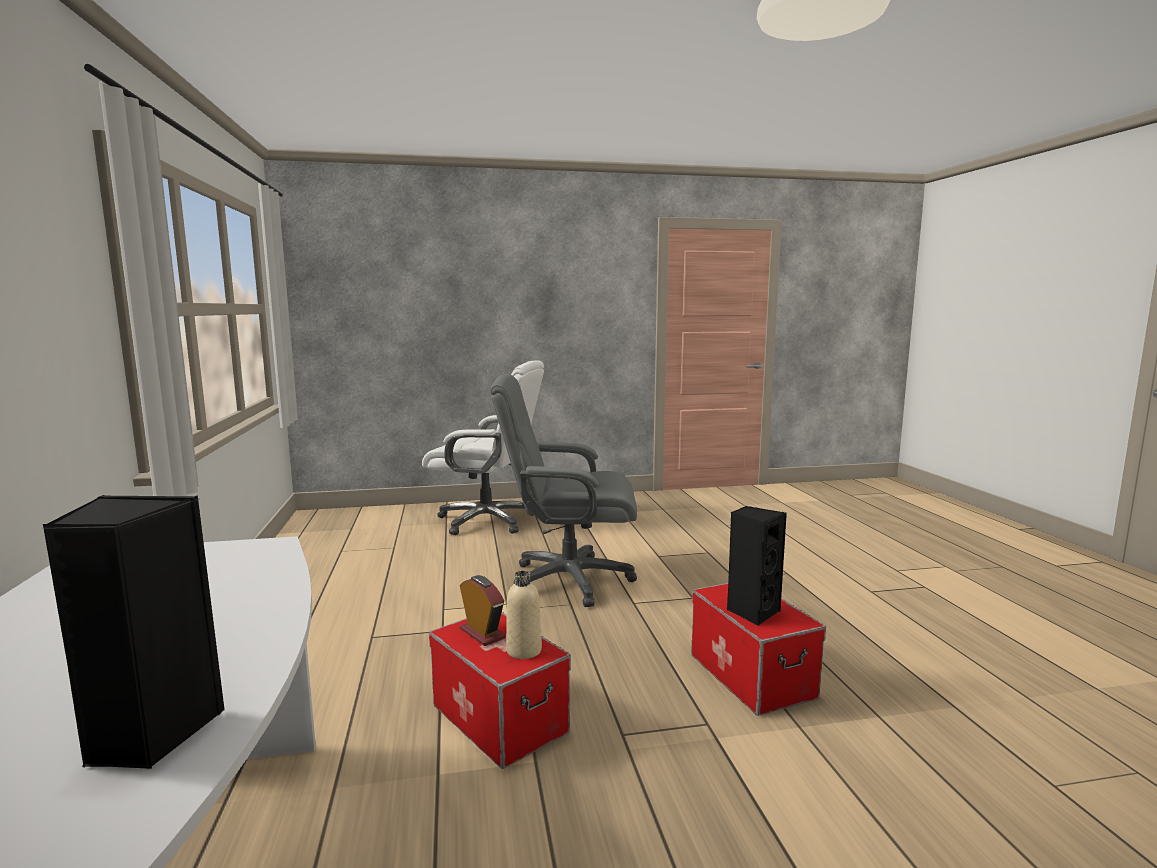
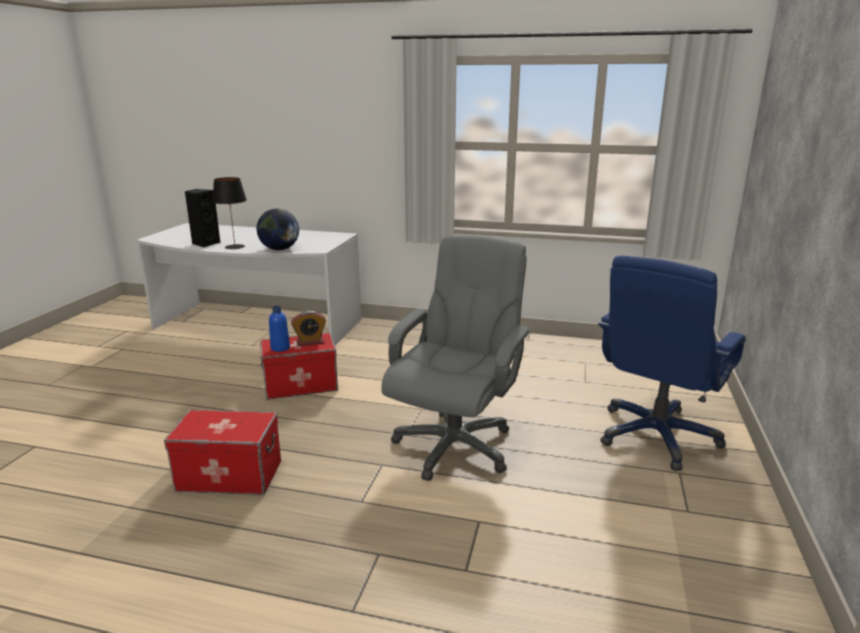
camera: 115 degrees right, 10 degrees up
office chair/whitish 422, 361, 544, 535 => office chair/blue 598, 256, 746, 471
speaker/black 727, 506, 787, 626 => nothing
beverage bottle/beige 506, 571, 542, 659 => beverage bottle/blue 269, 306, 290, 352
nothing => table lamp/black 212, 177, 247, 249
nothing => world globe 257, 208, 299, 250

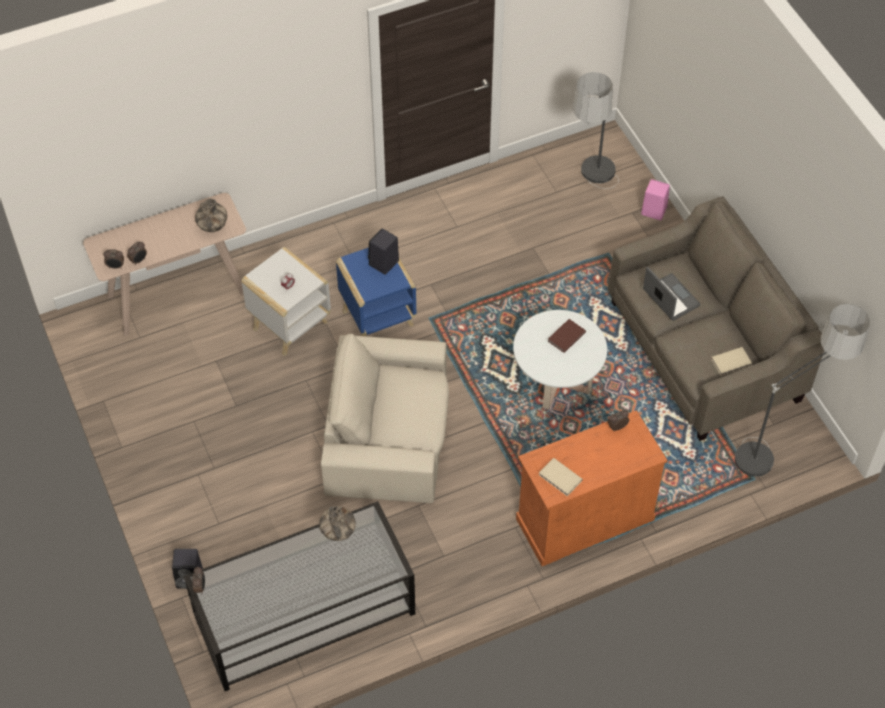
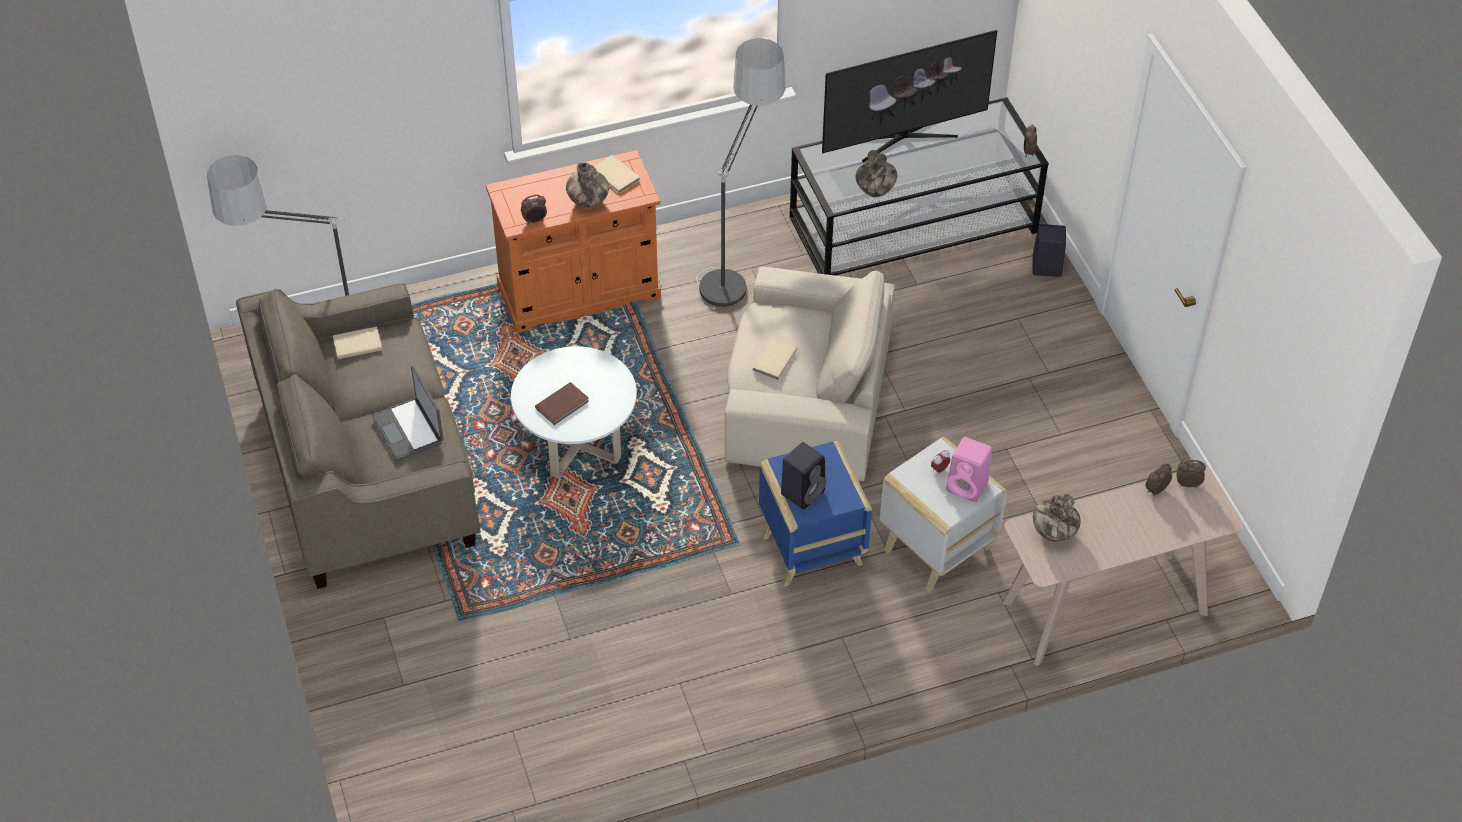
camera: 175 degrees left, 5 degrees down
standard lamp 573, 72, 619, 189 => standard lamp 697, 38, 785, 311, shifted
speaker/pink 641, 179, 670, 220 => speaker/pink 946, 437, 992, 502, shifted
nothing => TV 822, 30, 997, 163
nothing => vase 566, 162, 609, 208
nothing => bound book/beige 752, 338, 798, 380

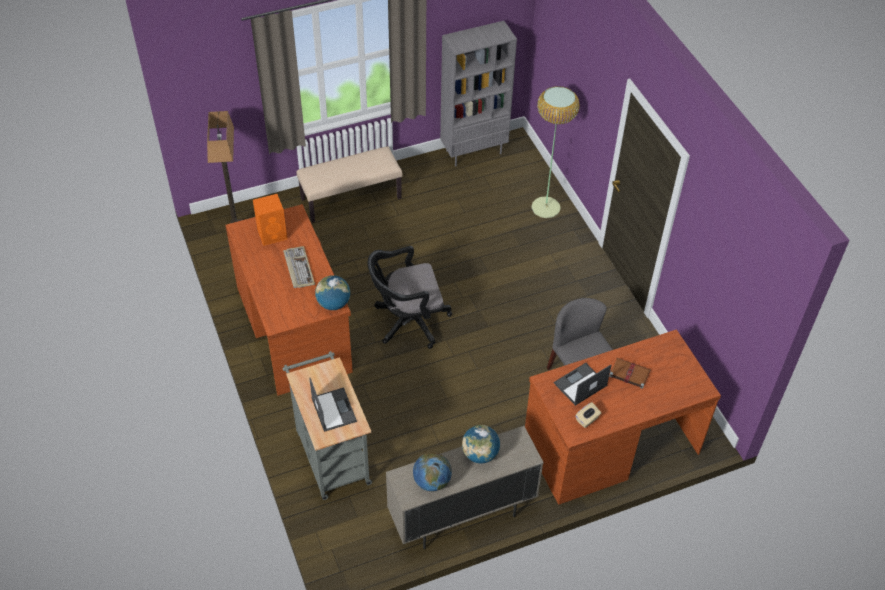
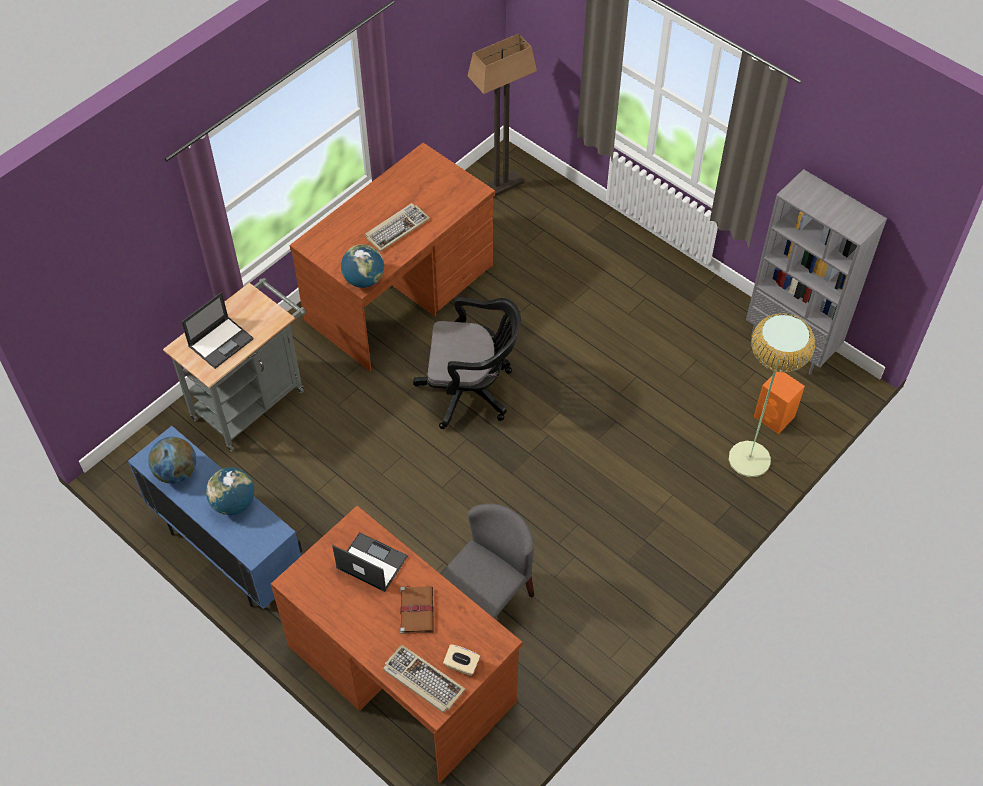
camera: 65 degrees right, 5 degrees up
long seat/beige 296, 146, 403, 223 => nothing
speaker/orange-coloured 253, 194, 287, 246 => speaker/orange-coloured 754, 371, 805, 434, shifted
office chair/black 367, 246, 452, 349 => office chair/black 413, 297, 521, 429, 135 degrees clockwise
box of tissues/beige 575, 402, 601, 428 => box of tissues/beige 443, 644, 480, 676, shifted
storage cabinet/beige 386, 426, 544, 549 => storage cabinet/blue 128, 426, 302, 609
nothing => PC keyboard 383, 645, 465, 713

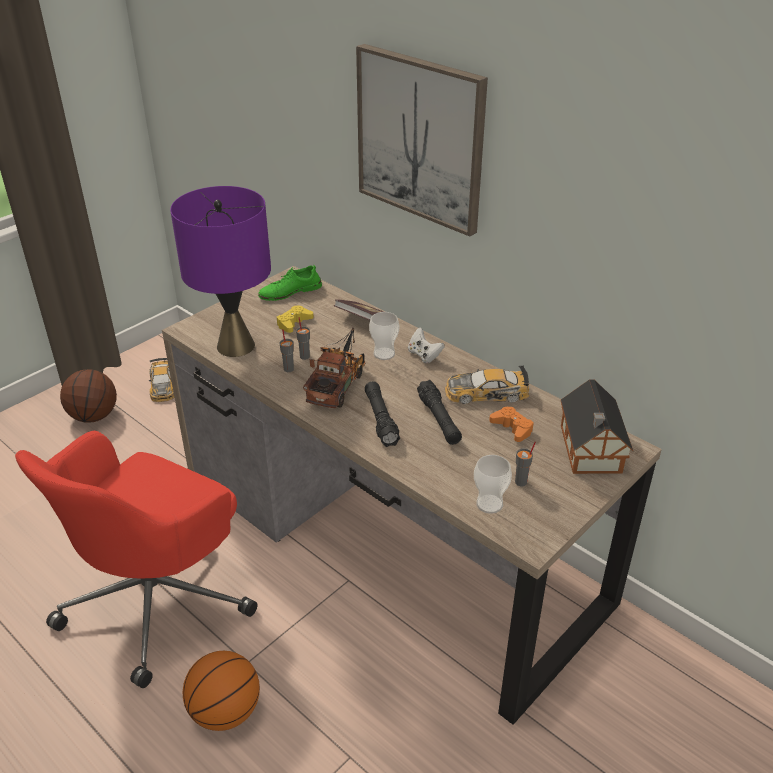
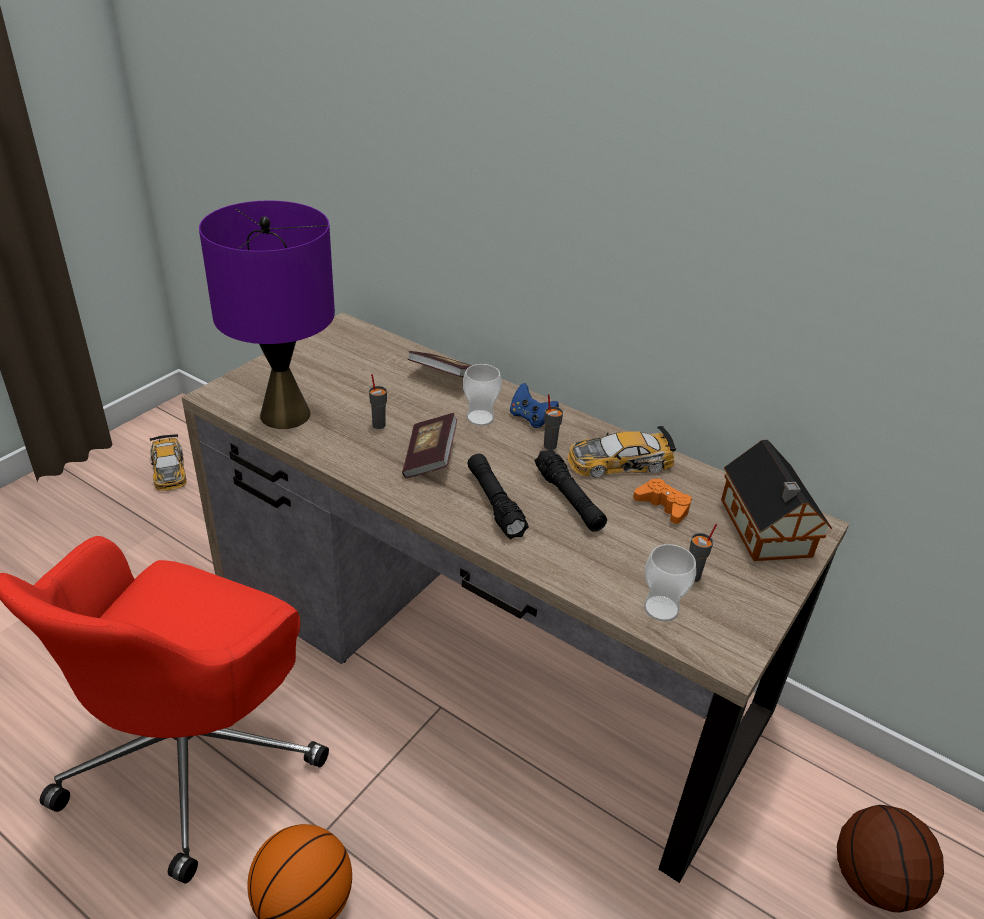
camera: 10 degrees left, 0 degrees up
wall picture 356, 44, 488, 237 => nothing
shoe/green-coloured 258, 264, 322, 301 => nothing
game controller/yellowish 277, 306, 314, 333 => nothing
game controller/whitish 408, 327, 445, 363 => game controller/blue 510, 383, 559, 428
toy truck 303, 328, 365, 408 => bound book 402, 413, 457, 478
cup/greyish 280, 329, 294, 372 => cup/greyish 544, 394, 563, 450, shifted
basketball 60, 369, 117, 423 => basketball 837, 805, 944, 912, shifted

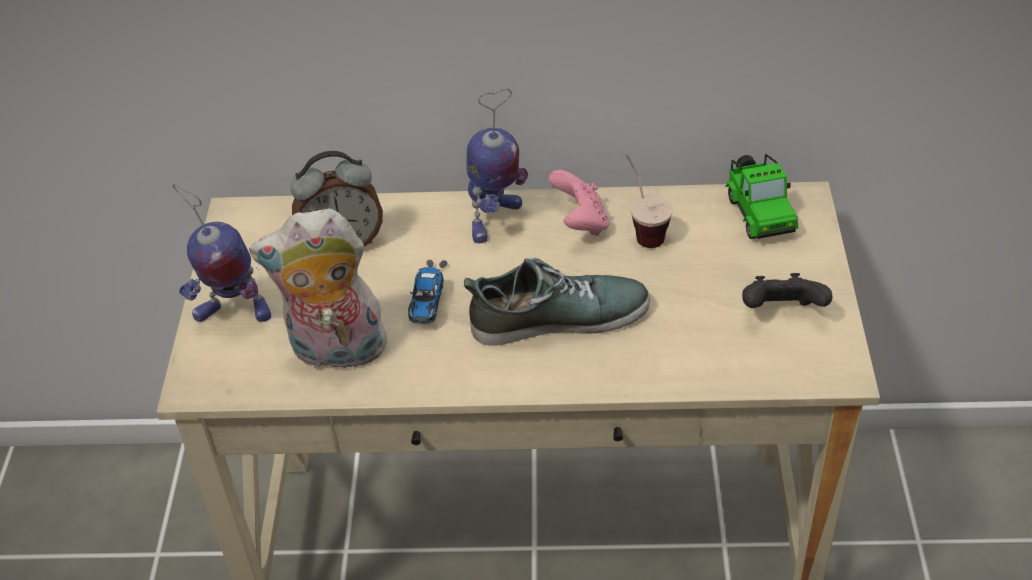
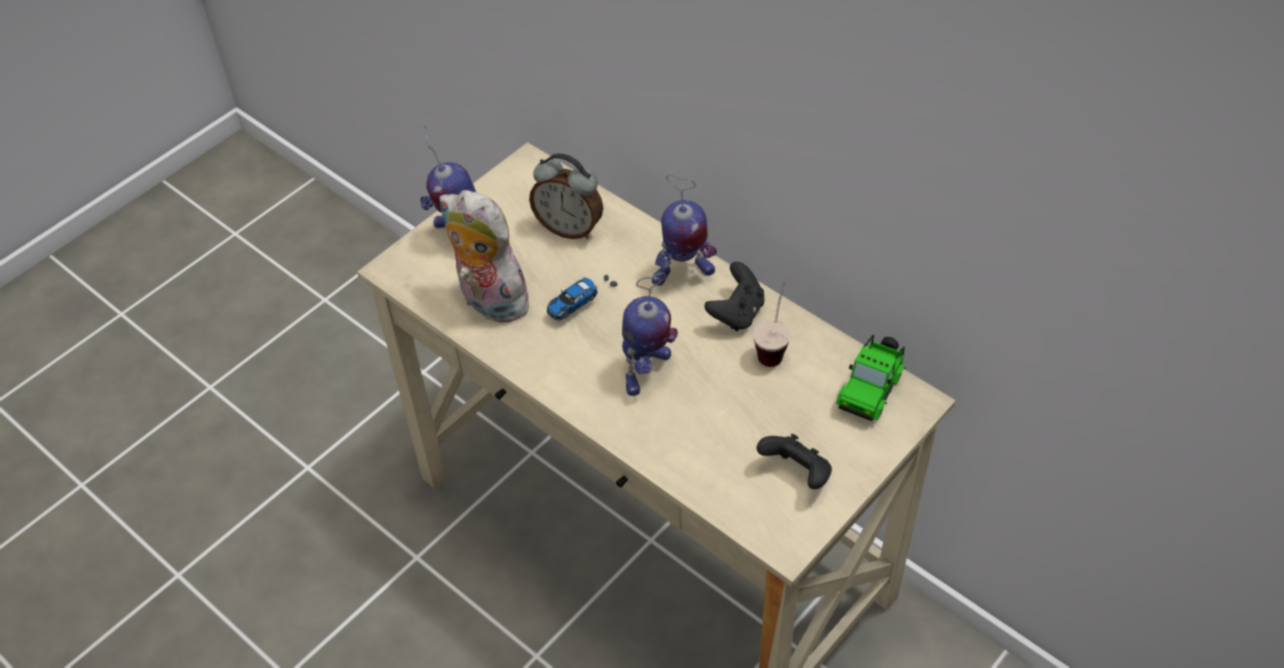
camera: 40 degrees right, 5 degrees up
game controller/pink 548, 170, 609, 236 => game controller/black 704, 262, 764, 331
shoe 464, 257, 650, 345 => robot figure 622, 273, 678, 396

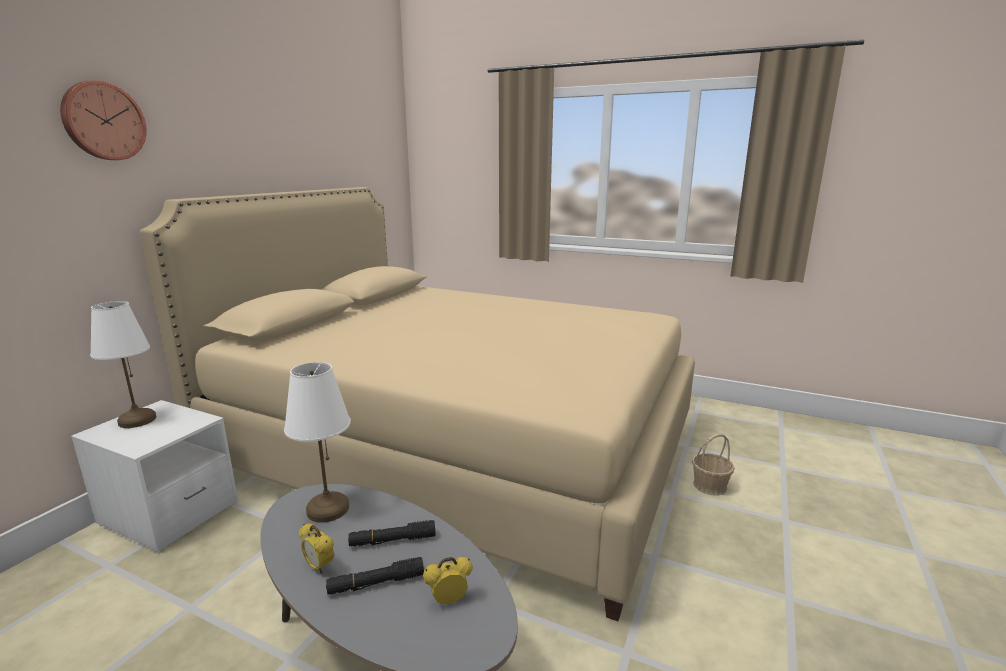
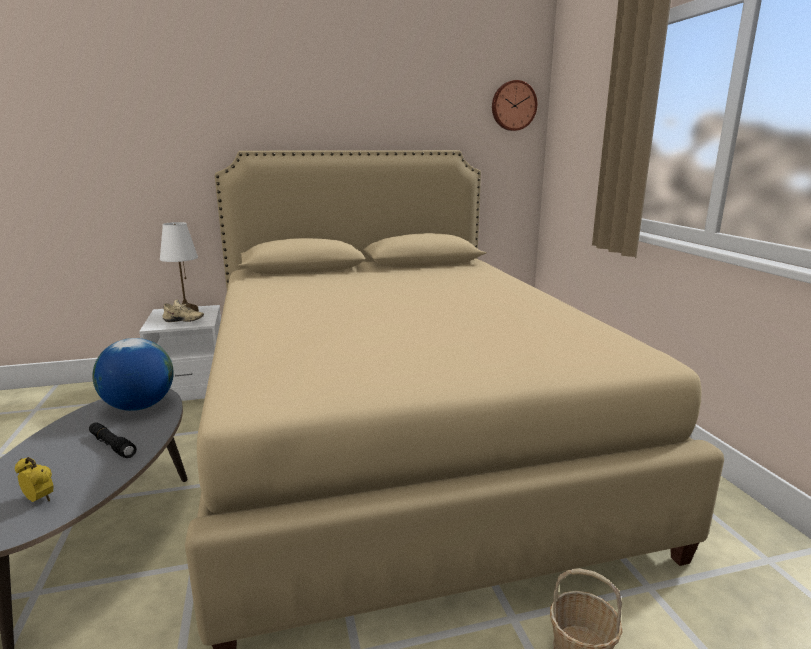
camera: 50 degrees right, 0 degrees up
clock on the wall 60, 80, 147, 160 => clock on the wall 492, 80, 537, 131, shifted
table lamp/whitish 284, 362, 351, 523 => world globe 92, 338, 174, 411
bedside clock 299, 524, 334, 574 => nothing
torch/black 326, 557, 424, 594 => nothing
nothing => shoe/beige 162, 299, 204, 322

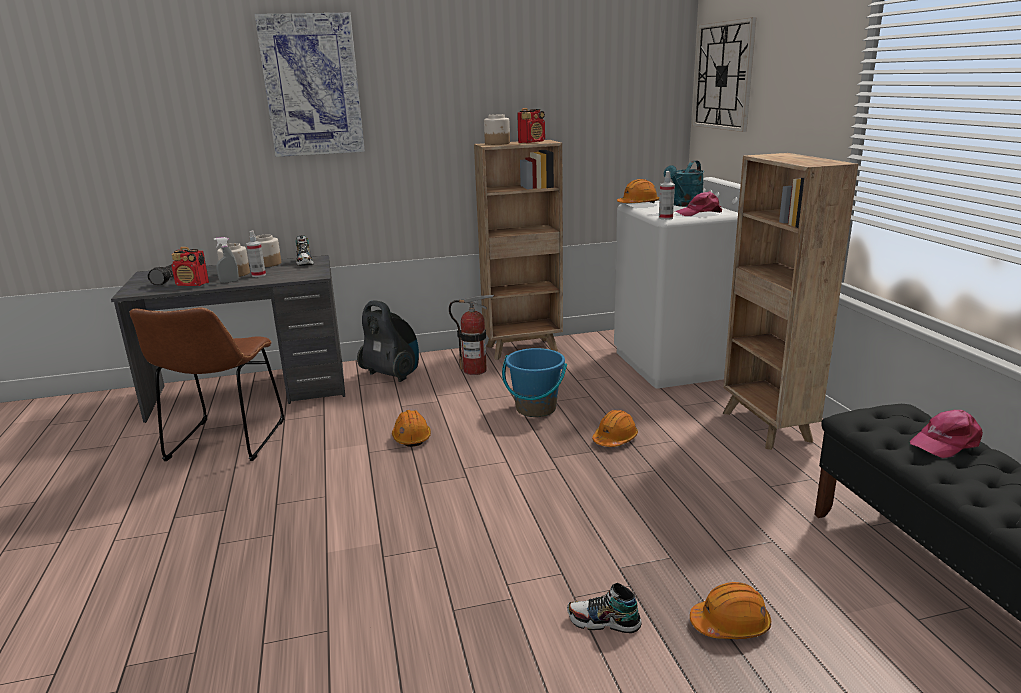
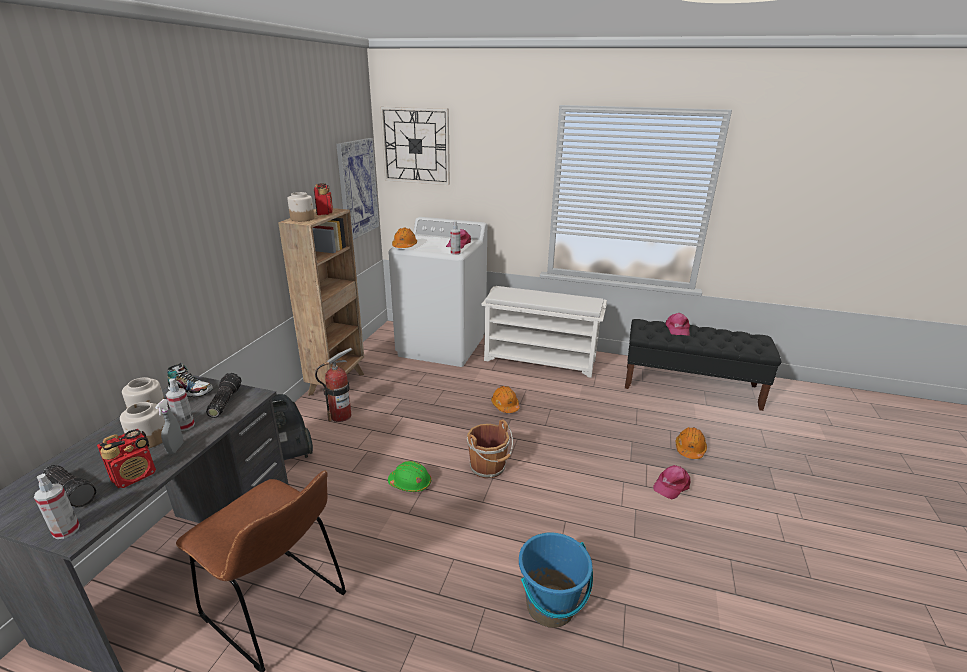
camera: 60 degrees left, 5 degrees up
wall picture 255, 13, 365, 157 => wall picture 336, 138, 379, 240, shifted
bookshelf/brownish 723, 153, 859, 450 => shoe stand/whitish 481, 286, 607, 378
watering can/turquoise 664, 160, 704, 207 => nothing
pail/blue 502, 348, 567, 417 => pail/blue 519, 533, 593, 628, shifted
safety helmet/orange-coloured 392, 410, 431, 447 => safety helmet/green-coloured 388, 461, 431, 492
shoe 567, 583, 642, 633 => cap/pink 653, 465, 691, 499
nothing => torch 206, 373, 241, 418
nothing => pail/brownish 467, 419, 513, 479
nothing => spray bottle 34, 474, 80, 539

